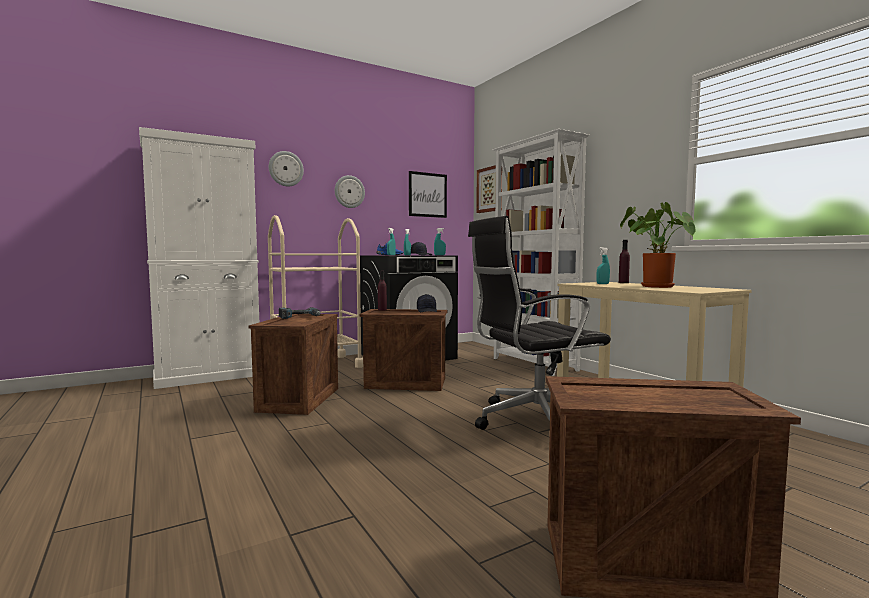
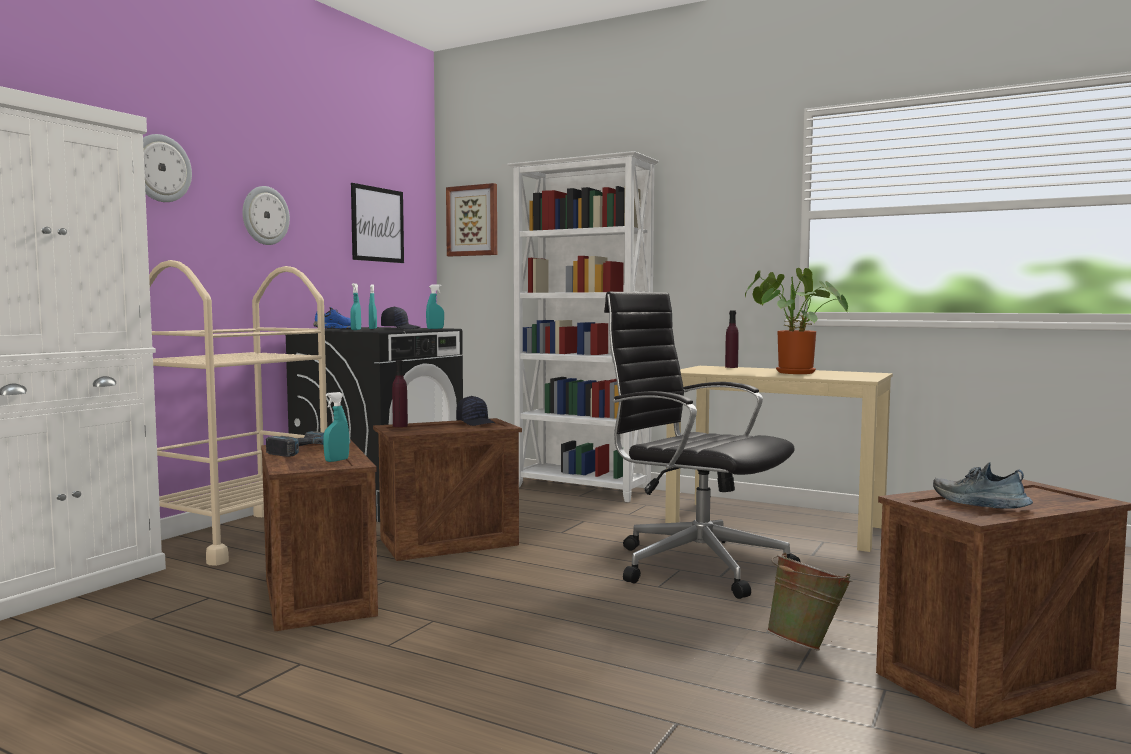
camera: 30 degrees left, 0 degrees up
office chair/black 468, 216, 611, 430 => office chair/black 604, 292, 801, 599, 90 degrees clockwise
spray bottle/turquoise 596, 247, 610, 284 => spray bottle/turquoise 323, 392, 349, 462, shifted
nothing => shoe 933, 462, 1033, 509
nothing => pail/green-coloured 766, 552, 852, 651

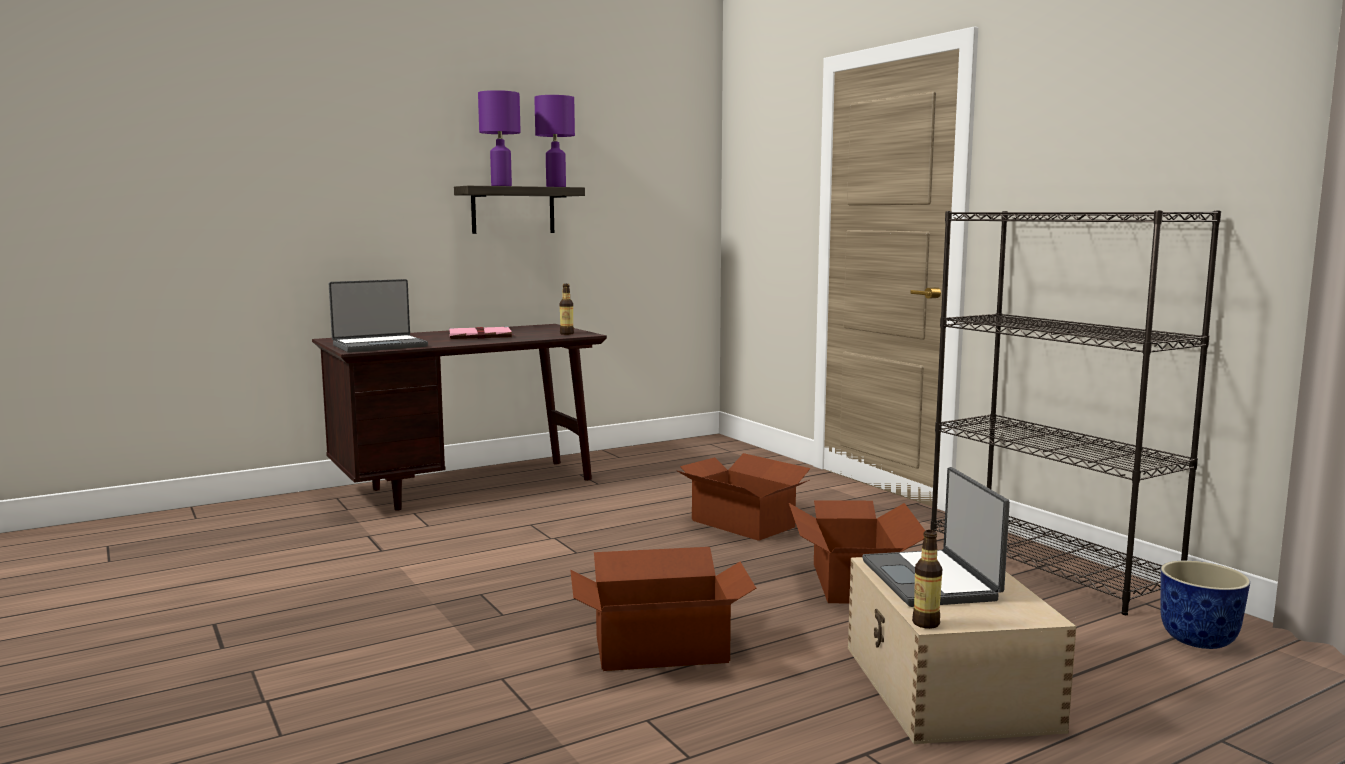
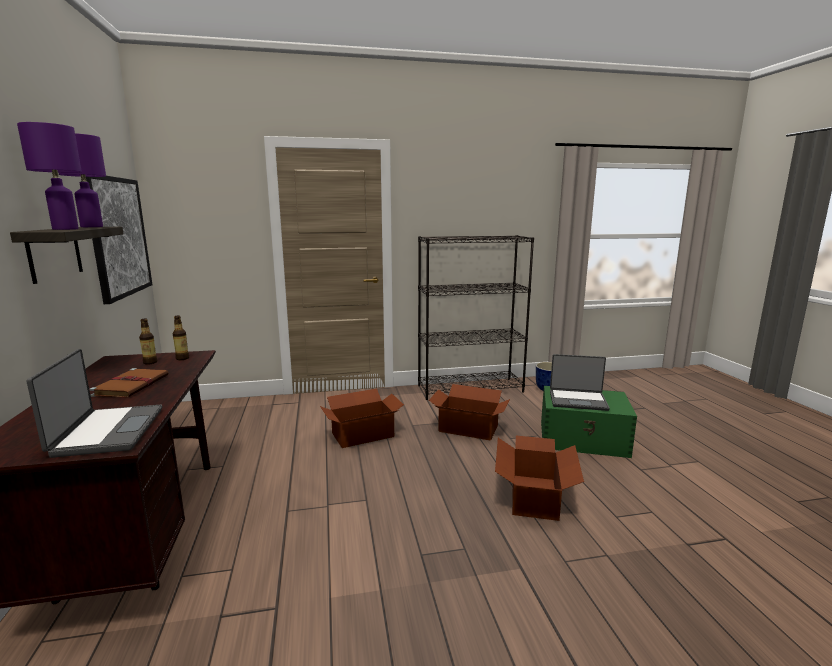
camera: 70 degrees left, 5 degrees up
bound book/pink 449, 326, 512, 339 => bound book/brownish 89, 368, 169, 398
beverage bottle 912, 530, 942, 629 => beverage bottle 139, 318, 157, 365, shifted
storage bin/beige 848, 557, 1077, 744 => storage bin/green-coloured 541, 386, 637, 458
nothing => wall picture 86, 176, 152, 304

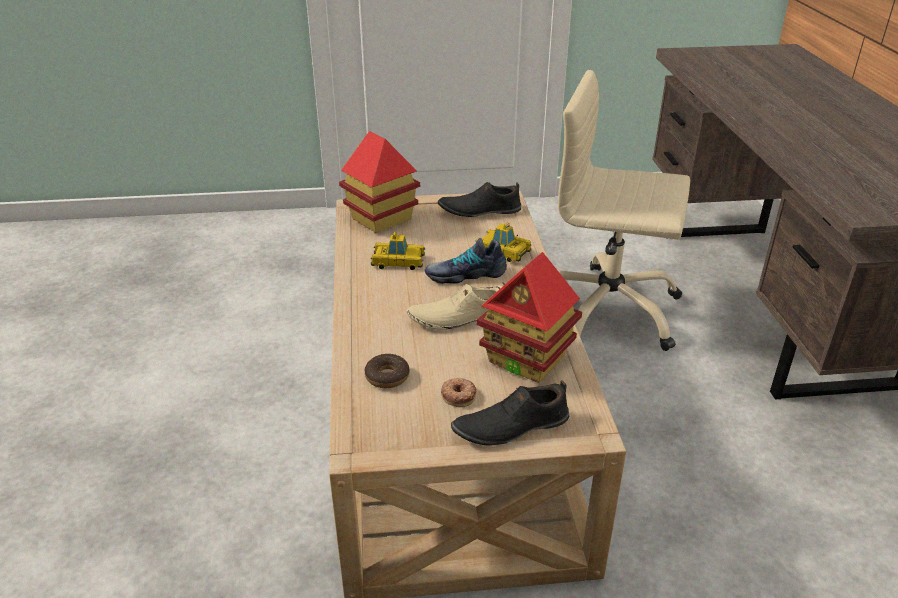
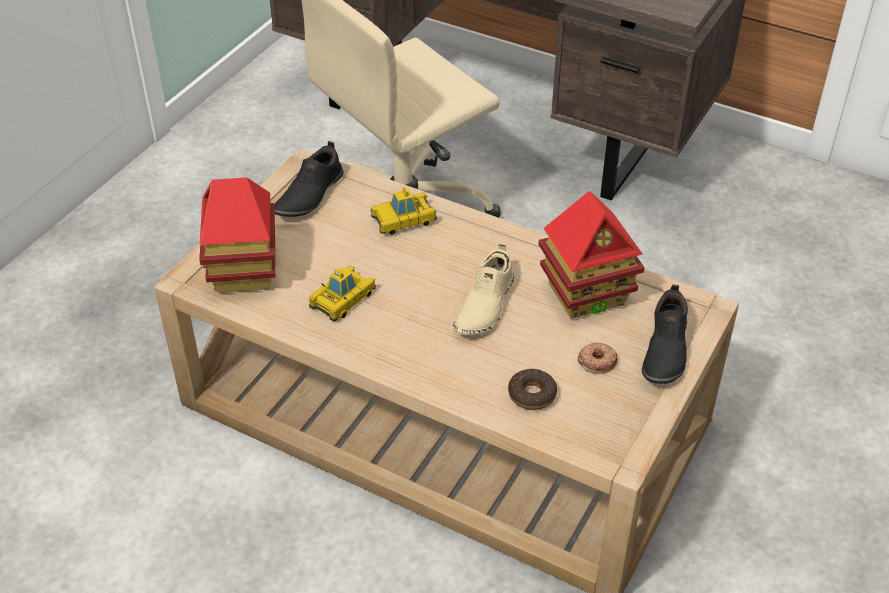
camera: 55 degrees left, 10 degrees up
shoe 425, 238, 507, 284 => nothing

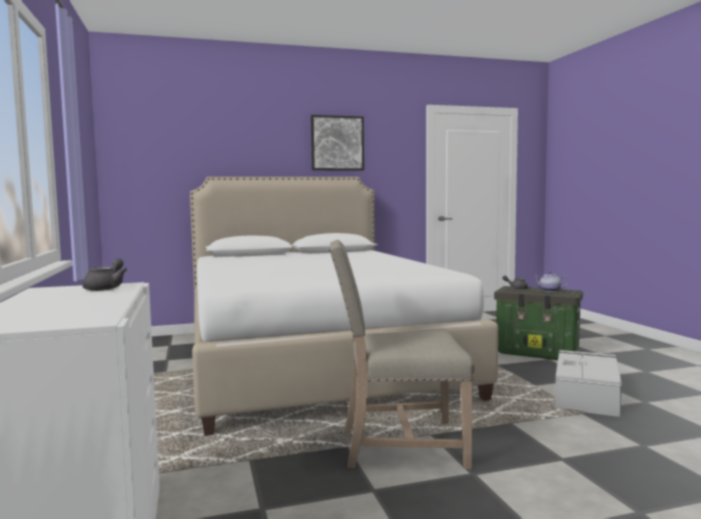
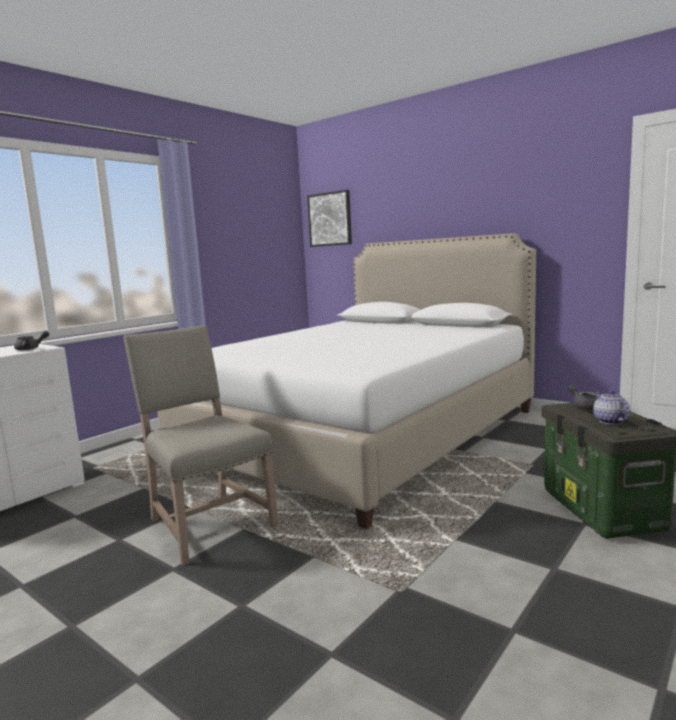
camera: 55 degrees right, 5 degrees up
wall picture 311, 115, 364, 171 => wall picture 307, 190, 352, 247, shifted
storage bin/greyish 555, 350, 622, 417 => nothing

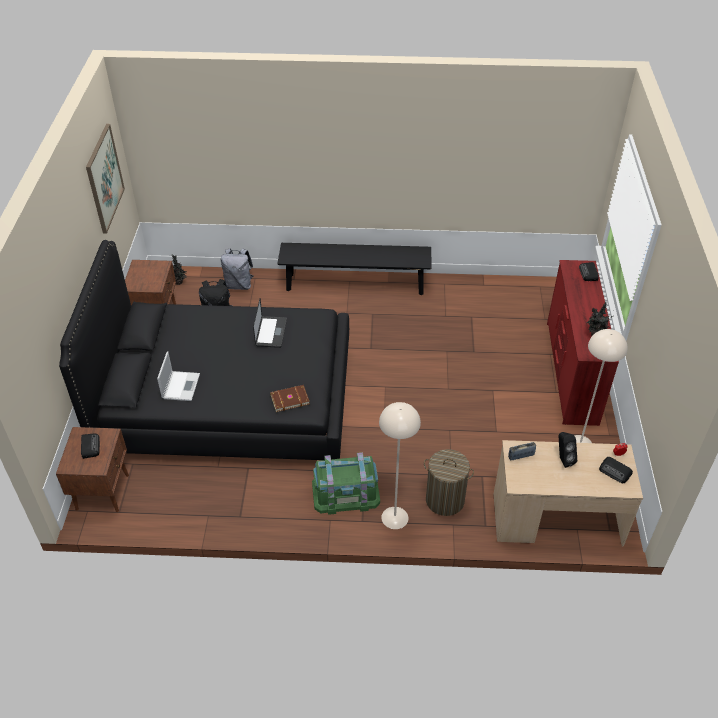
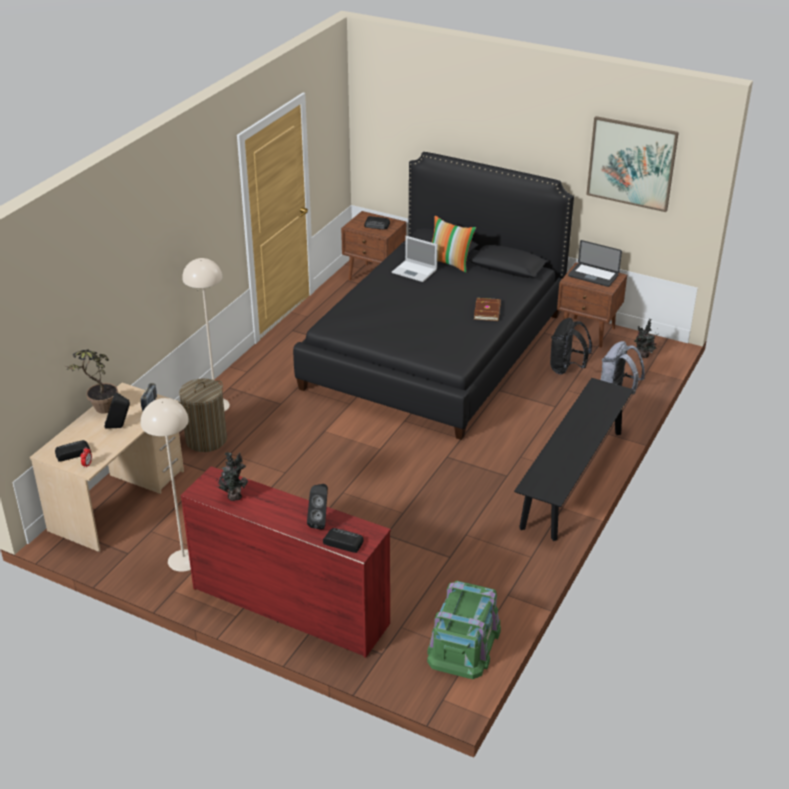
camera: 115 degrees right, 10 degrees down
notebook computer 253, 298, 287, 348 => notebook computer 568, 240, 622, 287, shifted
bound book/brownish 270, 385, 310, 412 => bound book/brownish 474, 298, 501, 321, shifted
storage bin/green-coloured 312, 452, 380, 515 => storage bin/green-coloured 427, 581, 501, 679, shifted
nothing => pillow 432, 216, 476, 272
nothing => houseplant 65, 349, 118, 414
nothing => speaker/black 307, 484, 328, 530

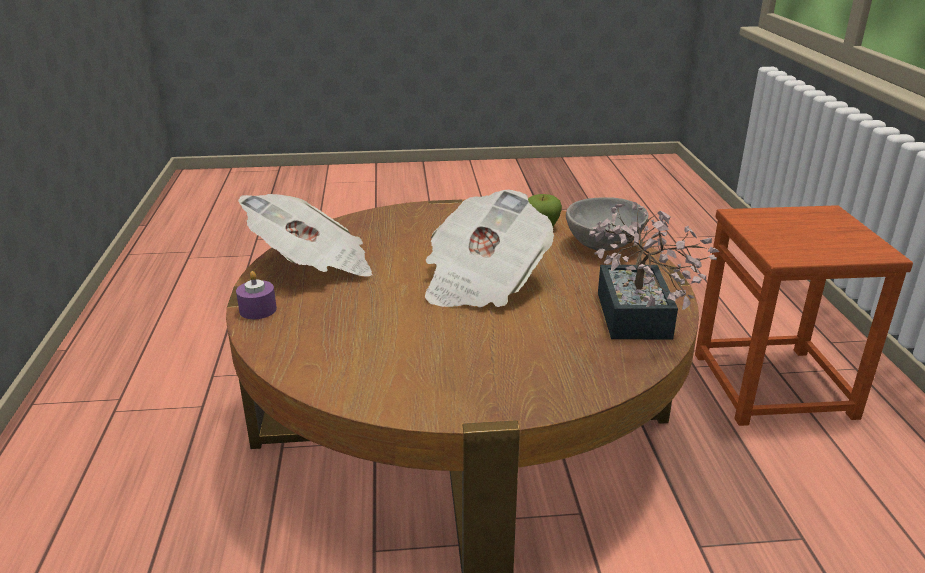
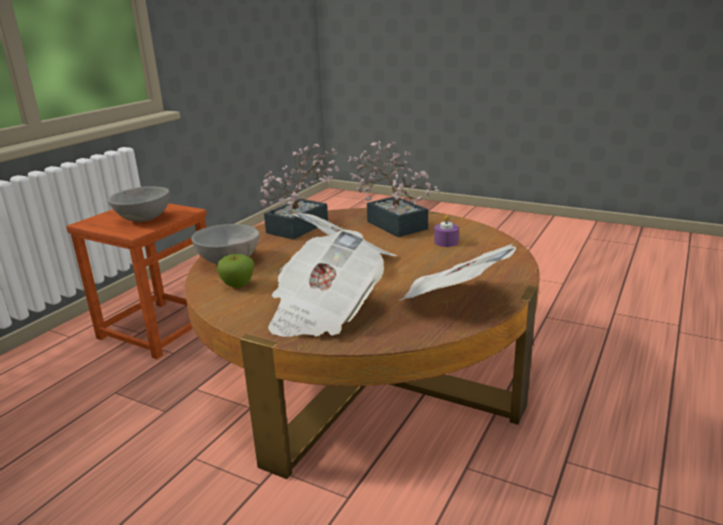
camera: 145 degrees left, 5 degrees down
wax candle/purple-coloured 236, 271, 277, 319 => wax candle/purple-coloured 434, 215, 459, 247, shifted
nothing => houseplant 347, 141, 440, 237
nothing => deep dish/greyish 108, 186, 170, 222
nothing => printed paper 268, 230, 384, 337

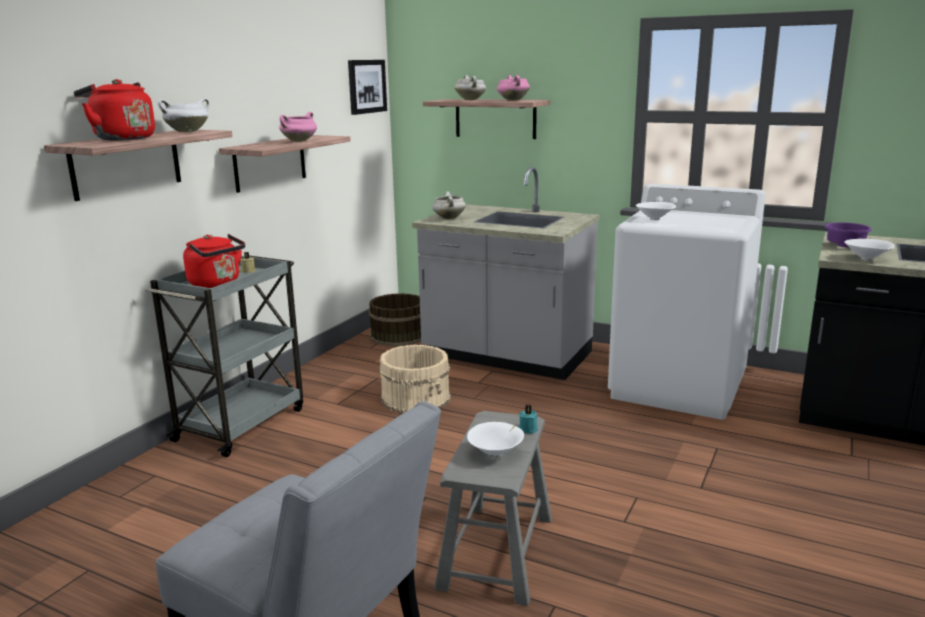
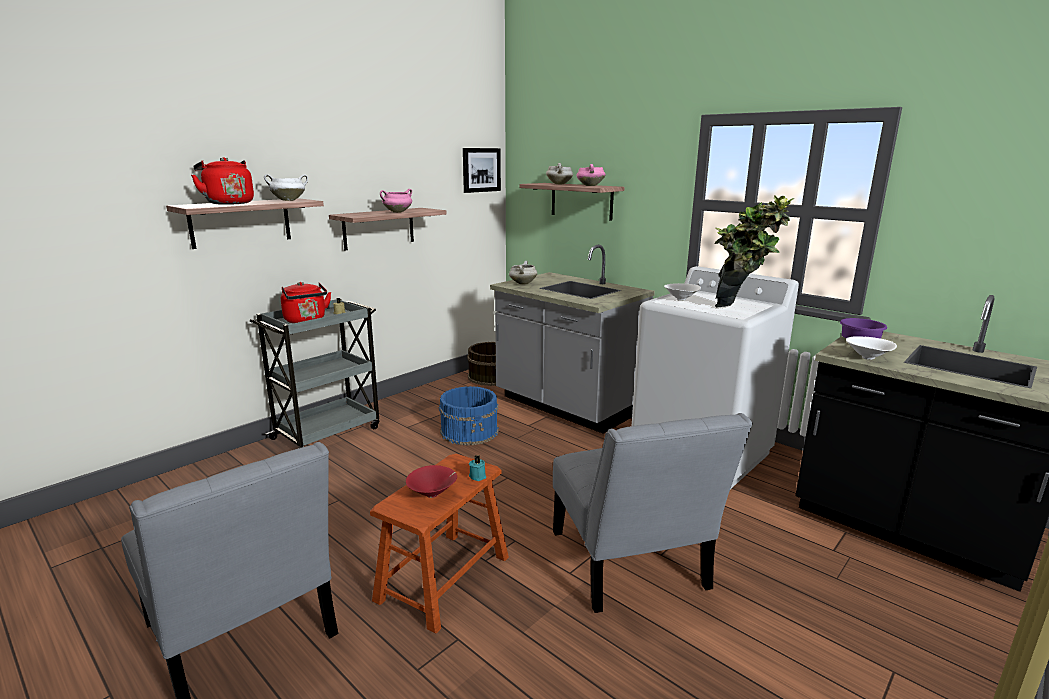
camera: 15 degrees right, 0 degrees up
pail/beige 379, 344, 451, 414 => pail/blue 439, 386, 499, 445
stool/greyish 434, 411, 552, 606 => stool/brownish 370, 454, 509, 633
deep dish/whitish 467, 422, 524, 458 => deep dish/red-coloured 406, 465, 457, 498
nothing => houseplant 714, 196, 795, 307
nothing => upright chair/greyish 553, 413, 753, 613

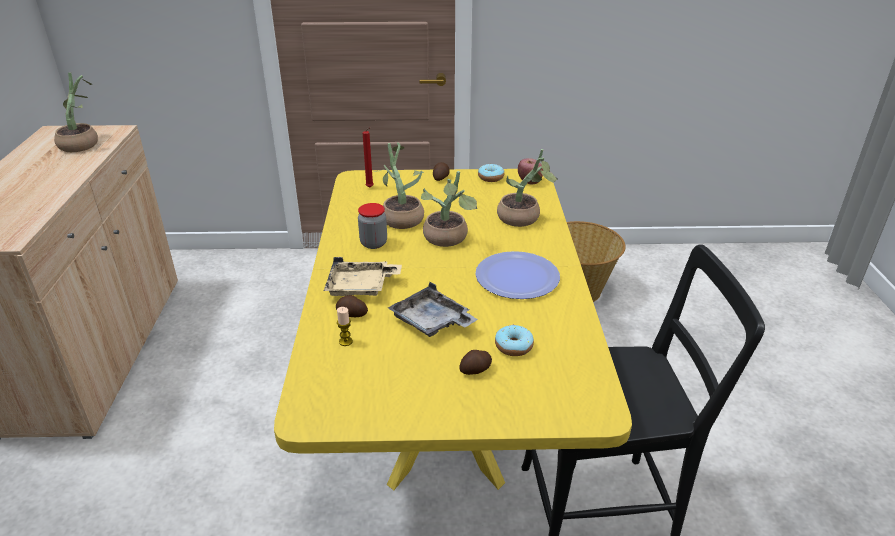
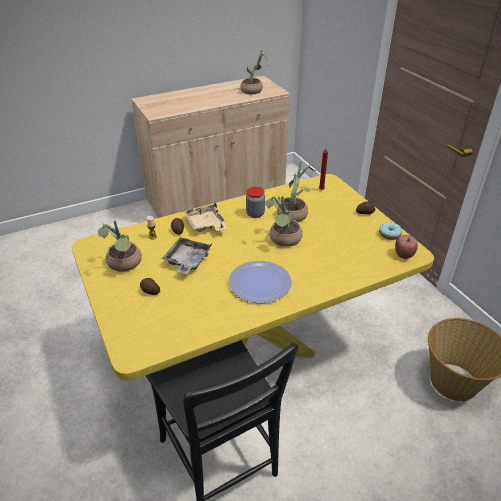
camera: 65 degrees right, 5 degrees up
houseplant 497, 149, 558, 227 => houseplant 97, 220, 142, 272, shifted
doughnut 495, 324, 534, 356 => nothing

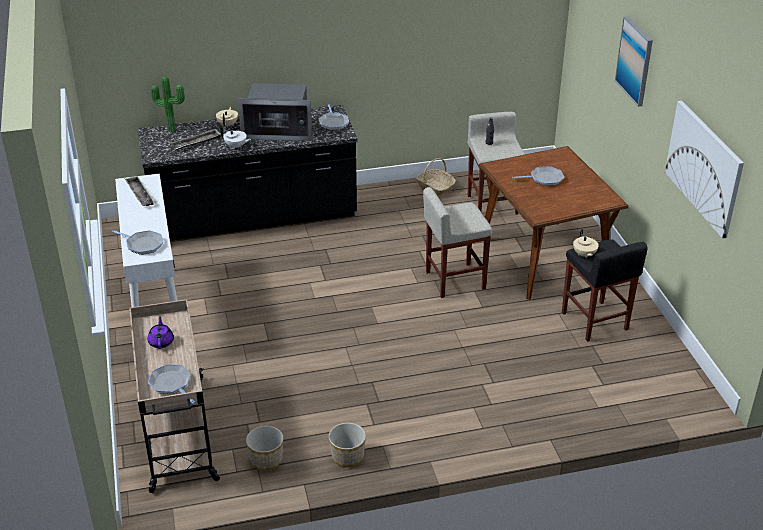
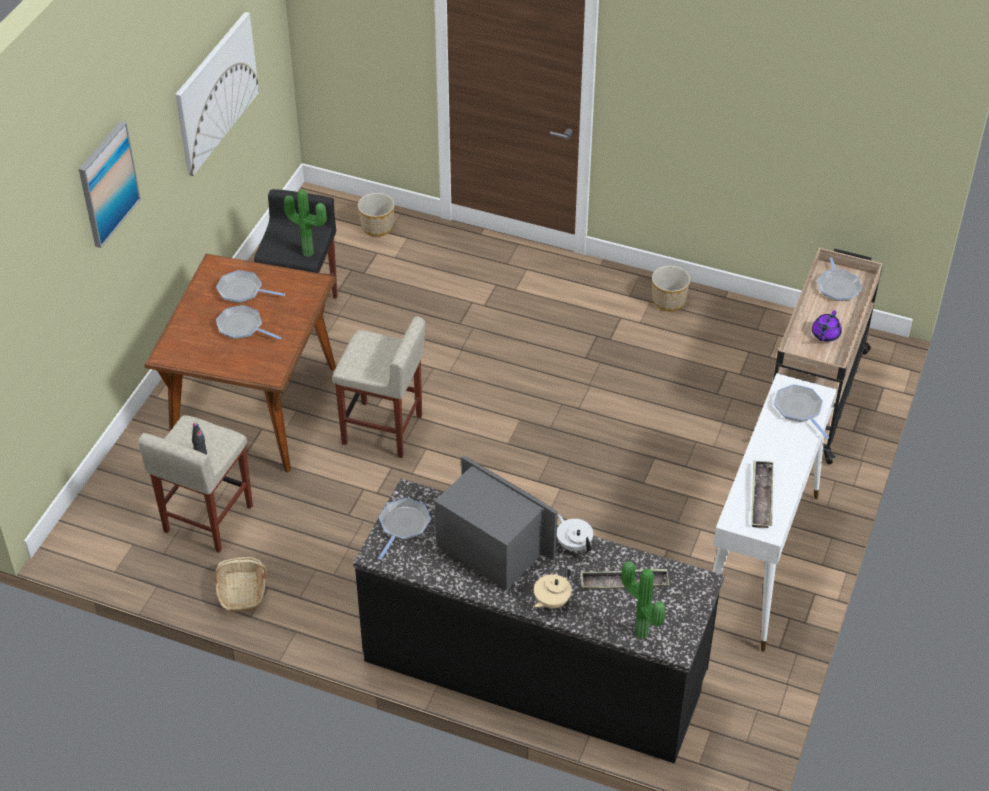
camera: 145 degrees left, 10 degrees up
pot for tea/beige 573, 229, 599, 259 => houseplant 284, 190, 327, 257
plant pot 246, 426, 283, 471 => plant pot 358, 193, 395, 237, shifted
nothing => pan 216, 270, 285, 303

